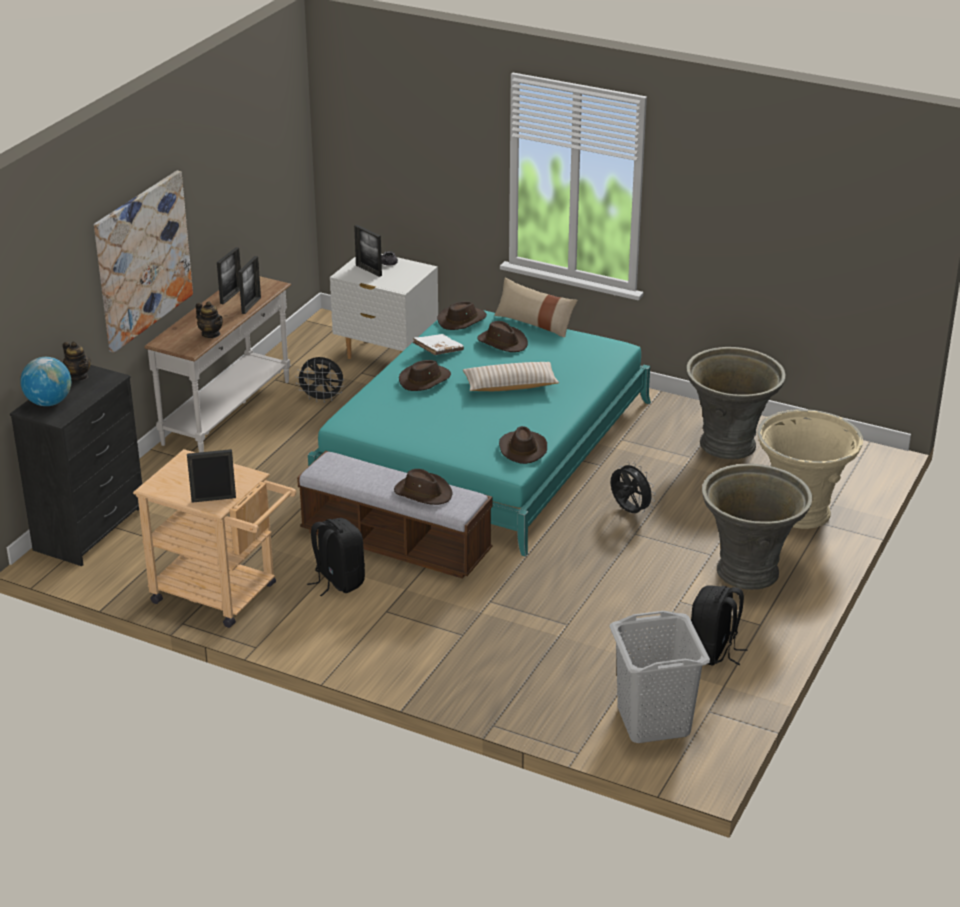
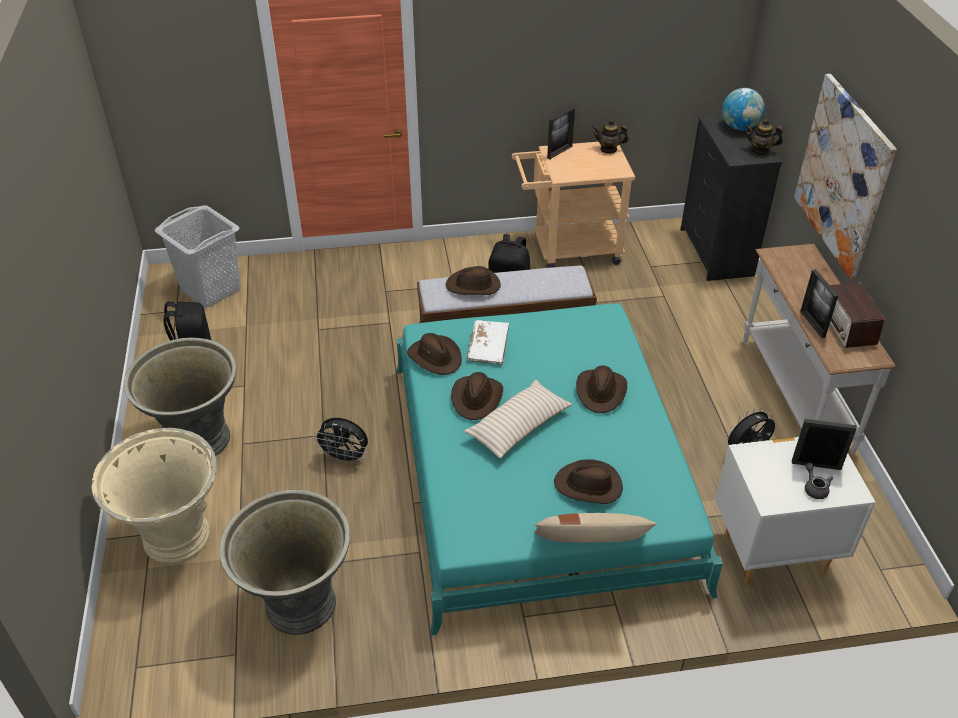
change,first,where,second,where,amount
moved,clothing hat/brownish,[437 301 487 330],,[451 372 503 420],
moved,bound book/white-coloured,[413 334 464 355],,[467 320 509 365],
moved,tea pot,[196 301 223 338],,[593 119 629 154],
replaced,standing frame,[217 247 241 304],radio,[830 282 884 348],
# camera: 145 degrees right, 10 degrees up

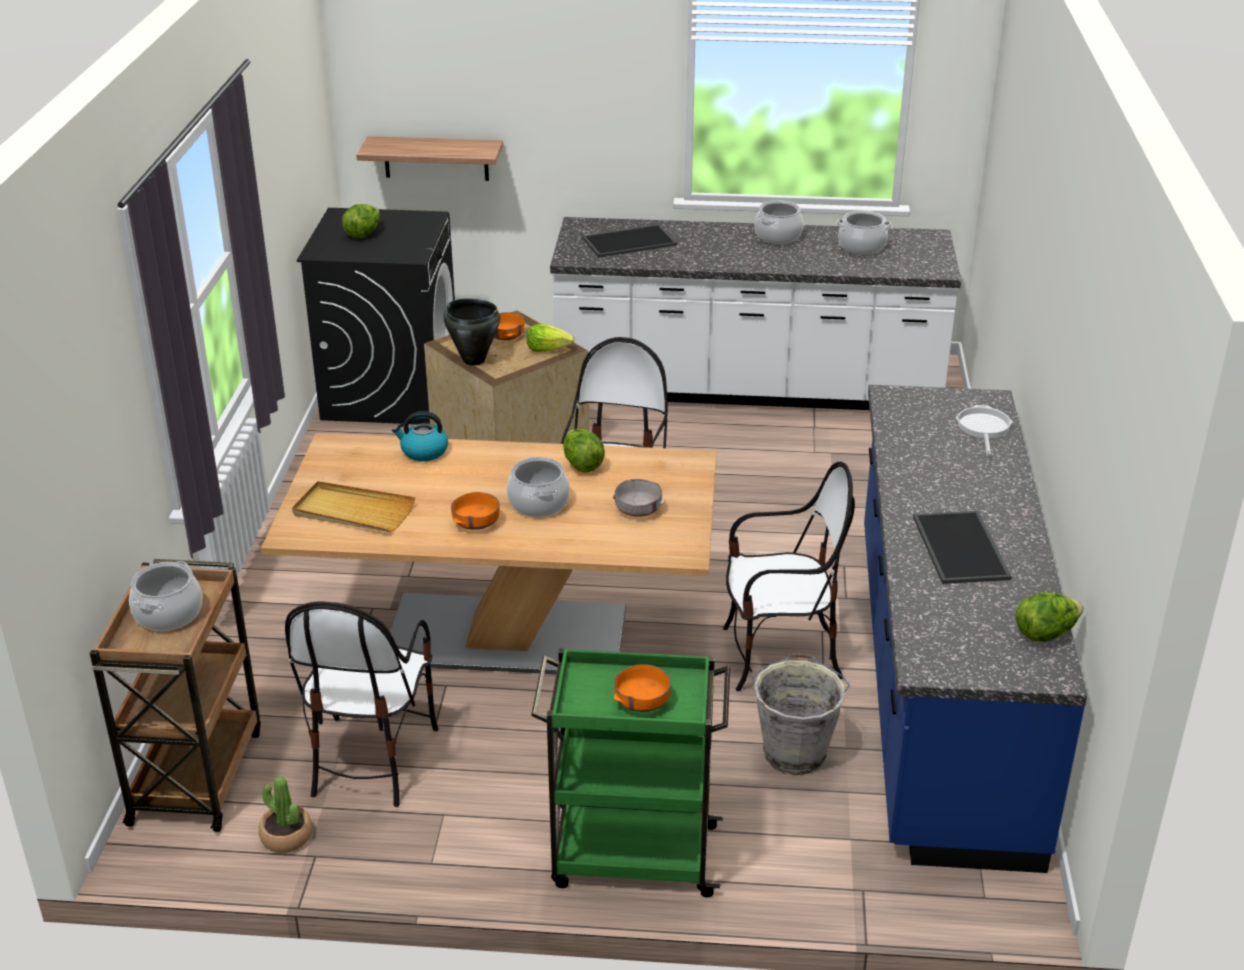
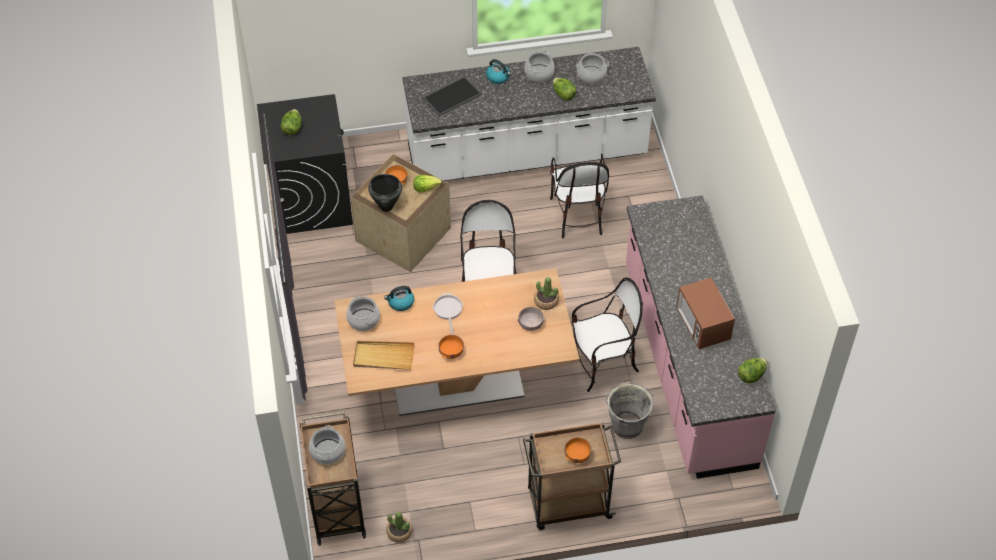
change,first,where,second,where,amount
moved,cooking pot,[507 456 570 517],,[346 296 380 331],
moved,pan,[956 405 1013 456],,[433 293 463 335],
added,,,kettle,[486 59 511 84],
recoloured,wheeled cart/green-coloured,[531 648 730 897],wheeled cart/brownish,[523 422 621 530],
added,,,potted plant,[534 277 559 310],
moved,chair,[285 601 438 807],,[550 153 609 238],
moved,lettuce,[563 429 605 473],,[553 78 576 101],
recoloured,kitchen base unit/bluish,[864 385 1087 873],kitchen base unit/pink-coloured,[626 195 776 479],
replaced,carrying tray,[913 511 1012 584],kitchen microwave,[676 277 735 349],
removed,shelf,[356 136 503 181],,,
# camera: 15 degrees left, 20 degrees up

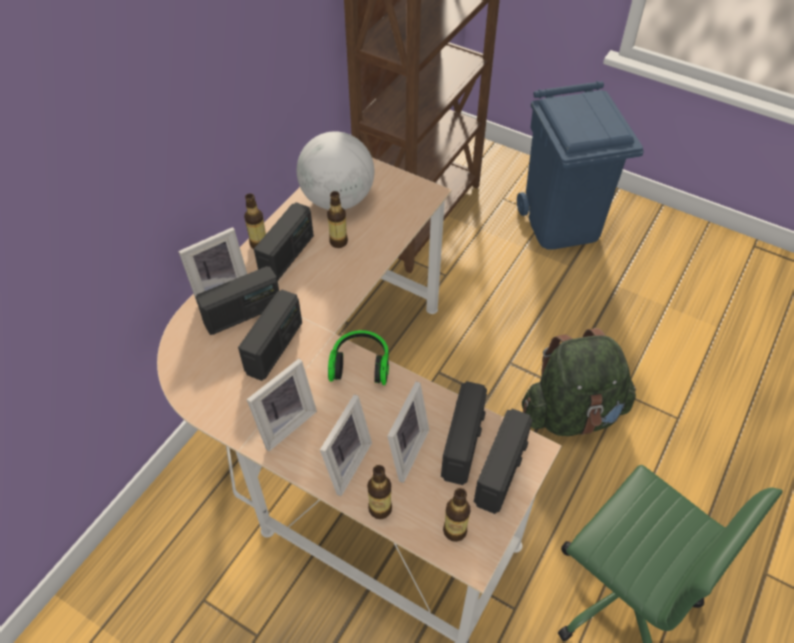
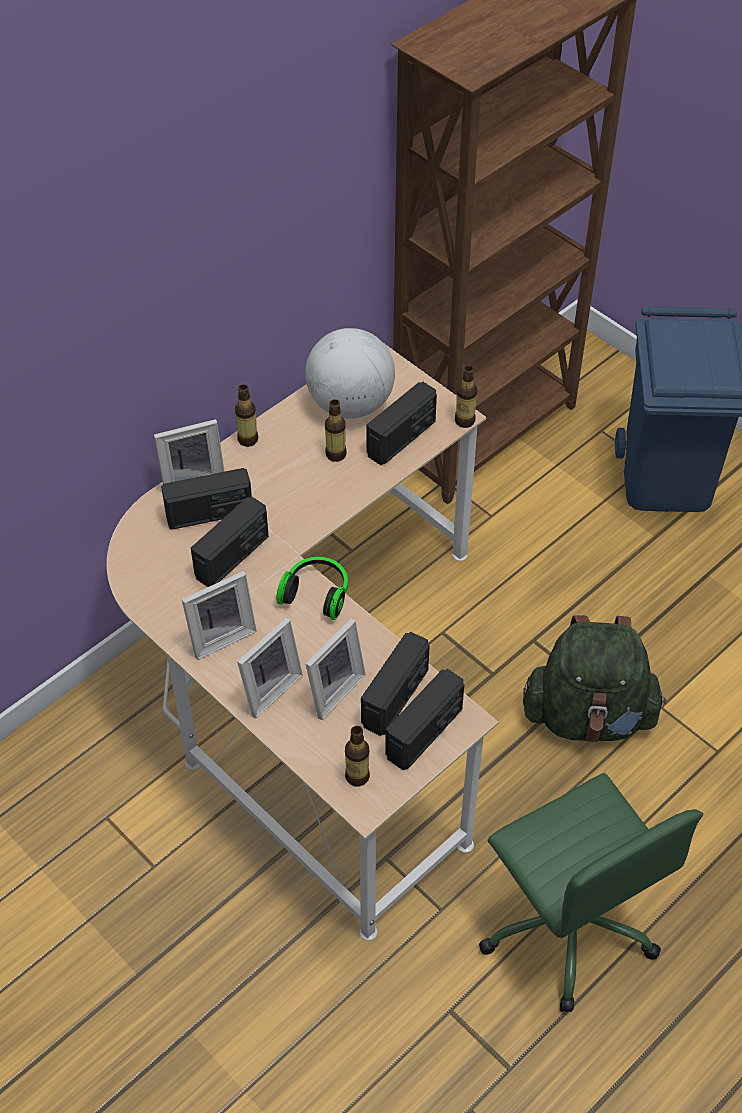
change,first,where,second,where,amount
moved,radio,[254 202 314 281],,[366 382 437 465],
moved,drink bottle,[367 465 392 519],,[455 366 477 428],
# camera: 15 degrees right, 0 degrees up

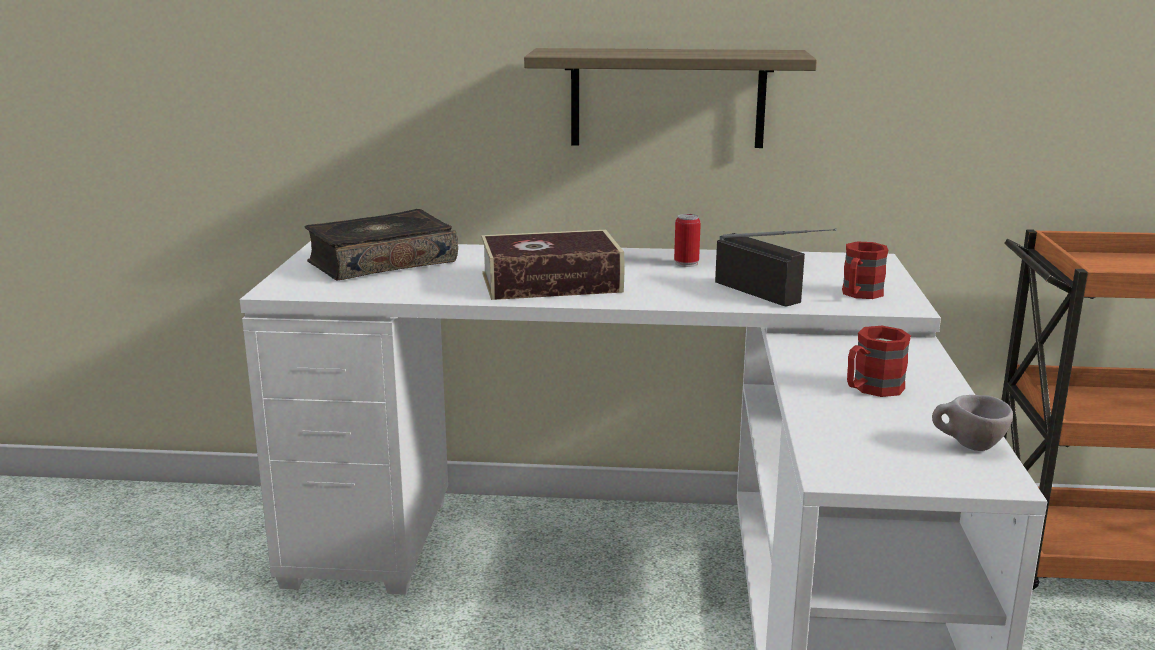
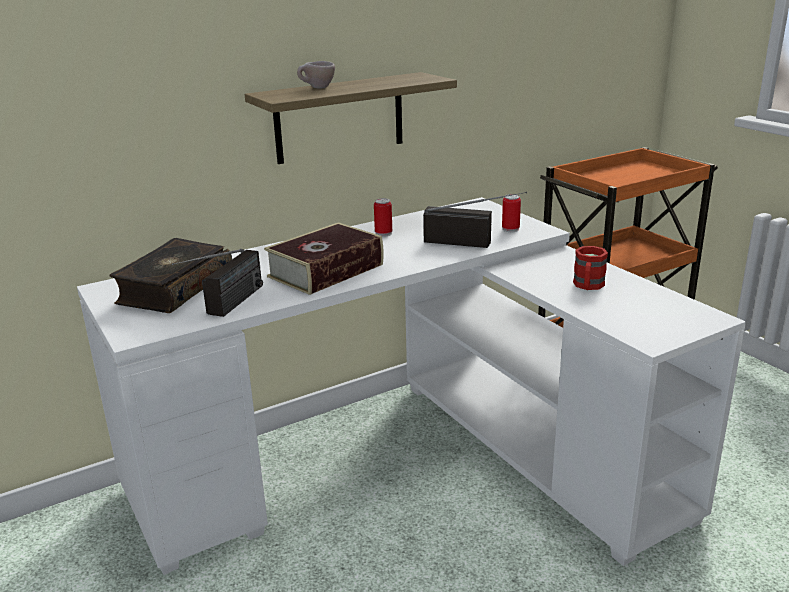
change,first,where,second,where,amount
added,,,radio,[172 249 263 317],
moved,drinking cup/beige,[932 395 1013 451],,[297 61 335 88],
replaced,tea mug/red-coloured,[842 241 888 299],can,[502 194 521 232],
# camera: 35 degrees left, 5 degrees up

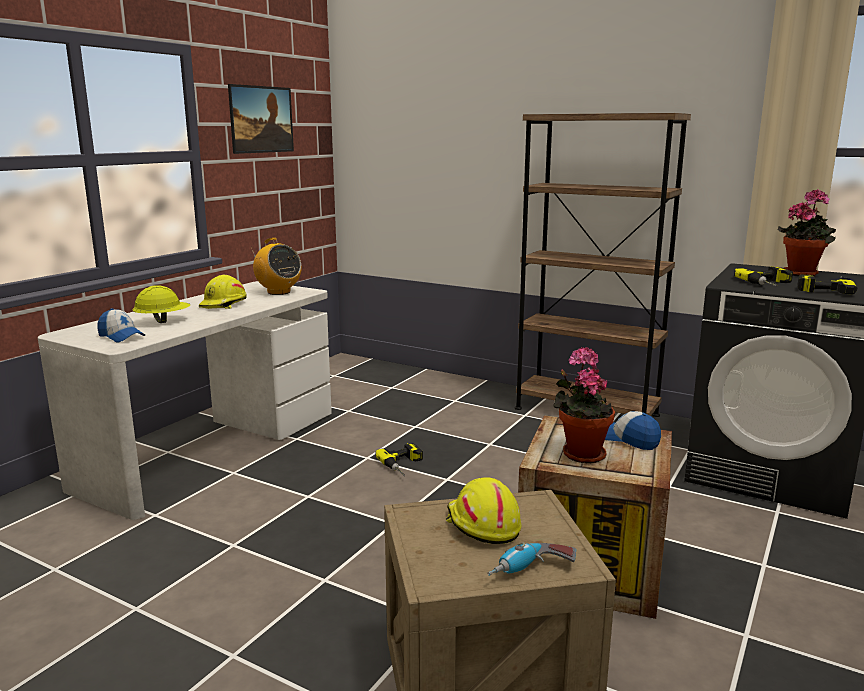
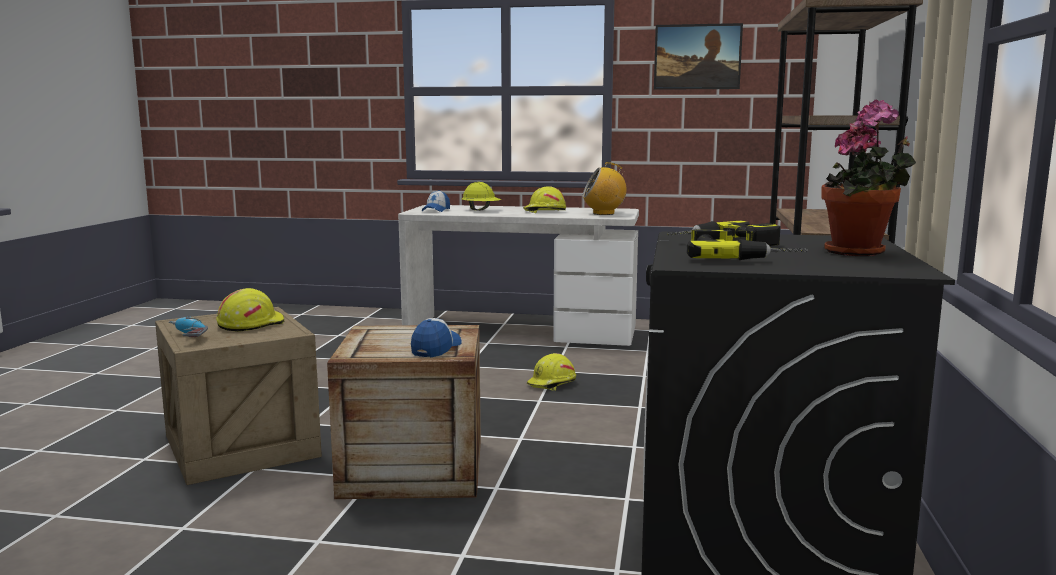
change,first,where,second,where,amount
replaced,electric drill,[375 443 423 476],work helmet/yellow,[527 353 576 391],
turned,radio,[251 238 302 295],,[582 162 627 215],60 degrees clockwise
removed,potted plant,[553 347 615 464],,,
# camera: 70 degrees right, 5 degrees down

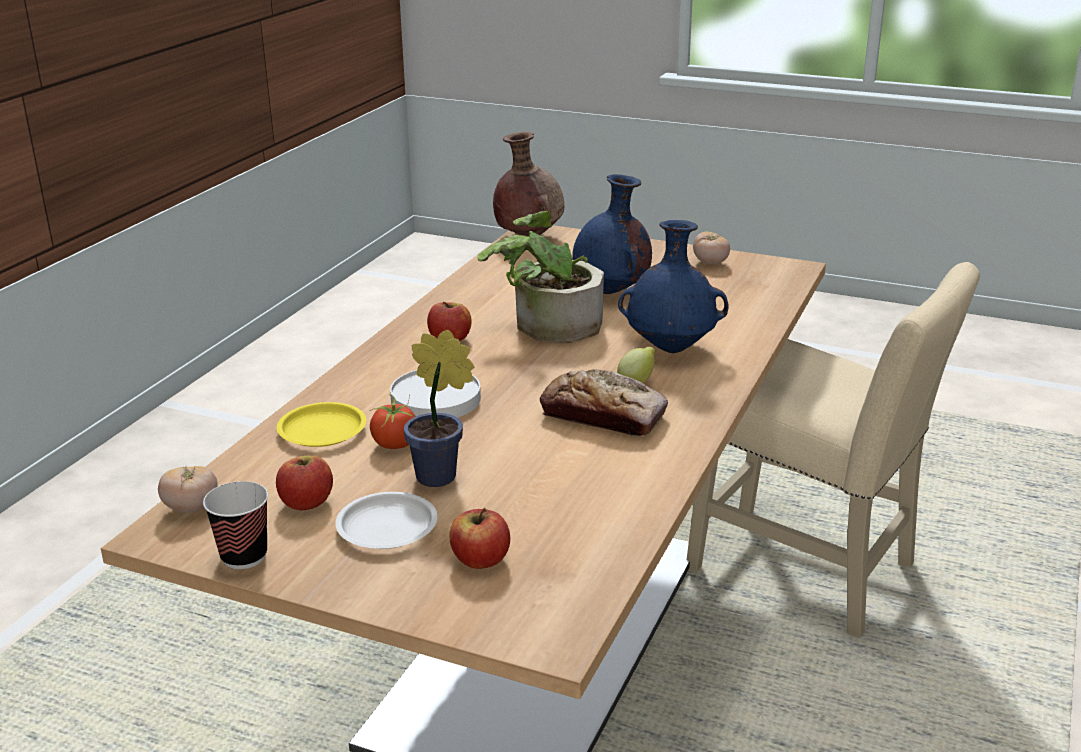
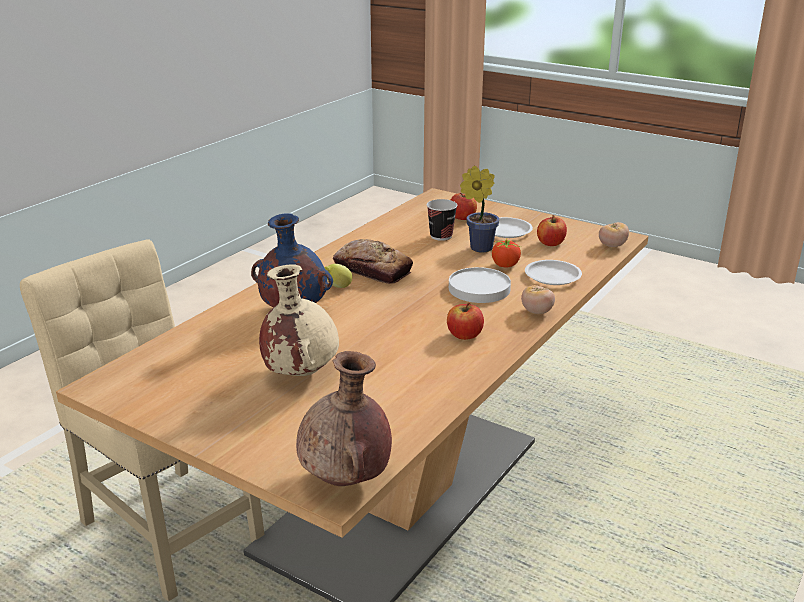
change,first,where,second,where,amount
recoloured,vase/bluish,[572 174 652 294],vase/beige,[259 264 339 376],
moved,drinking cup,[203 481 268 569],,[427 199 457 241],
moved,tomato,[693 231 730 264],,[521 285 555 314],
recoloured,flat dish/yellow,[277 402 366 447],flat dish/white-coloured,[525 260 582 285],
removed,potted plant,[478 211 604 343],,,
# camera: 170 degrees left, 0 degrees up

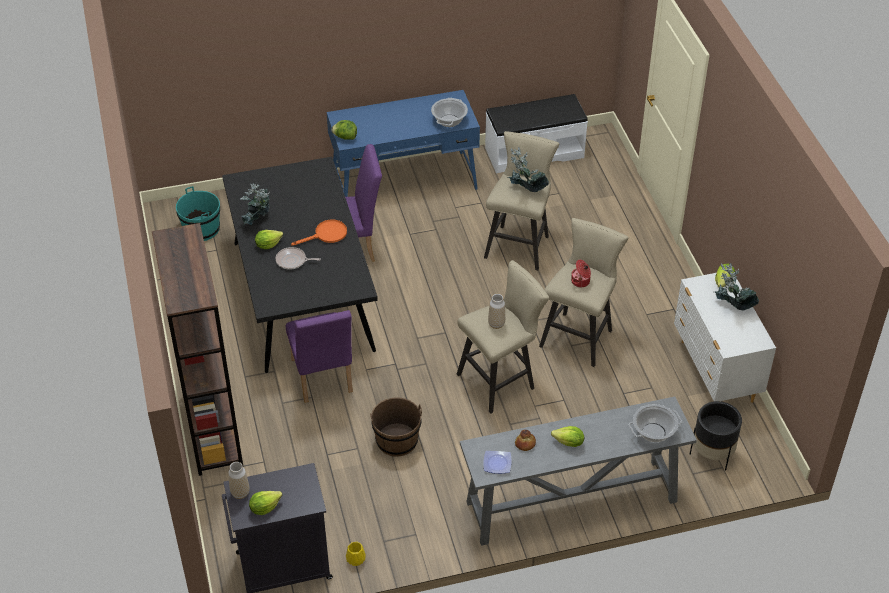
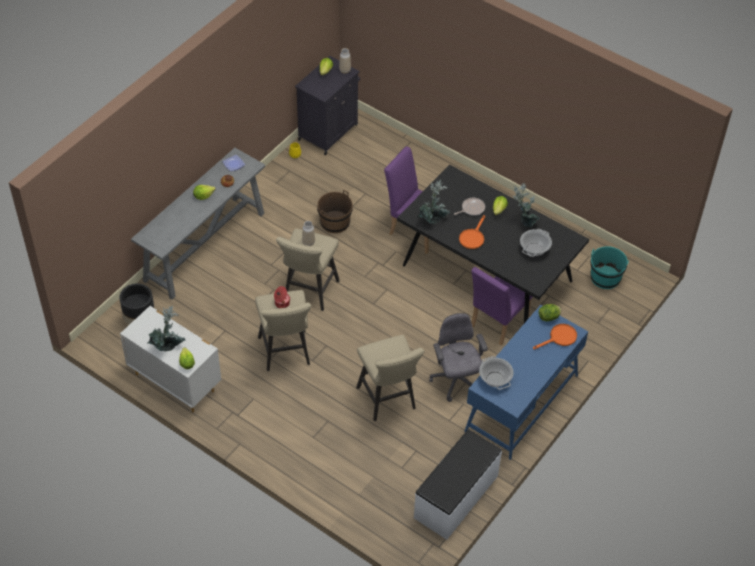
change,first,where,second,where,amount
moved,potted plant,[508 147 549 192],,[417 179 450 224],
added,,,office chair/greyish,[429 313 488 402],
moved,cooking pot,[629 404 682 442],,[520 229 552 257],
added,,,pan/orangey,[533 324 577 349],
removed,bookcase/brownish,[152 223 243 476],,,
# camera: 140 degrees right, 5 degrees up

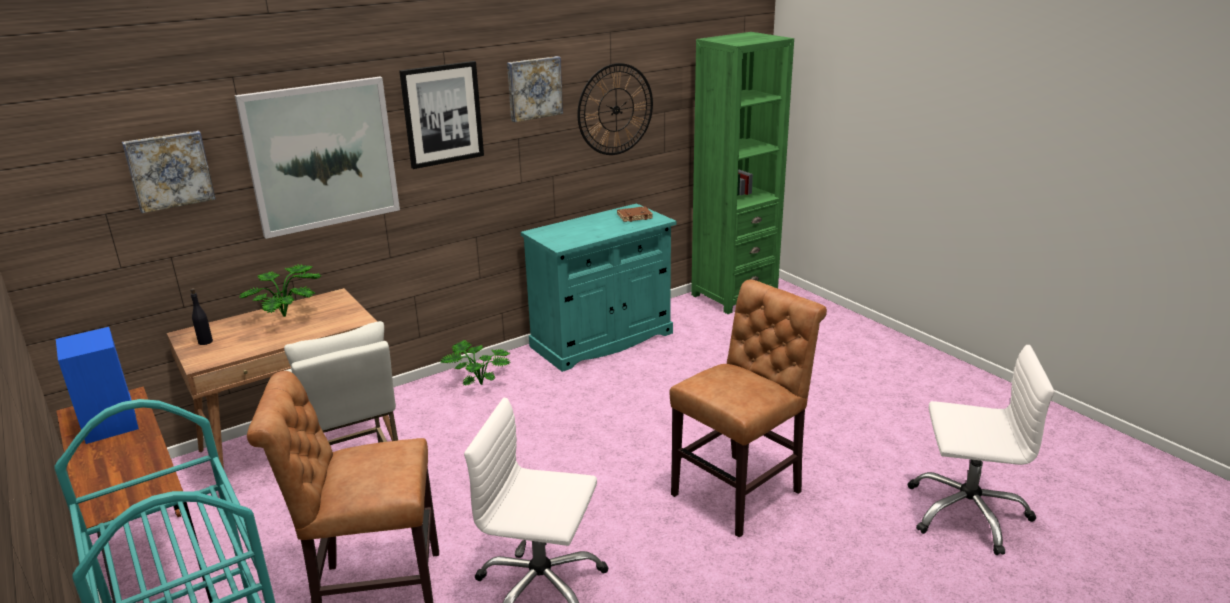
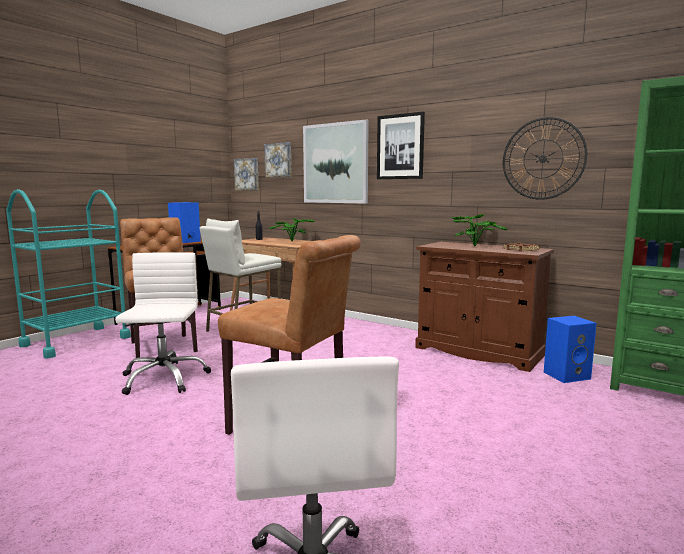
change,first,where,second,where,amount
moved,picture,[507 56 563 122],,[234 158 259 190],
recoloured,cabinet/blue-green,[521 203 677 372],cabinet/brownish,[415 242 554 372],
moved,potted plant,[440 340 510 385],,[451 214 508 246],
added,,,loudspeaker/bluish,[544 316 597 383],
# camera: 70 degrees right, 15 degrees down

